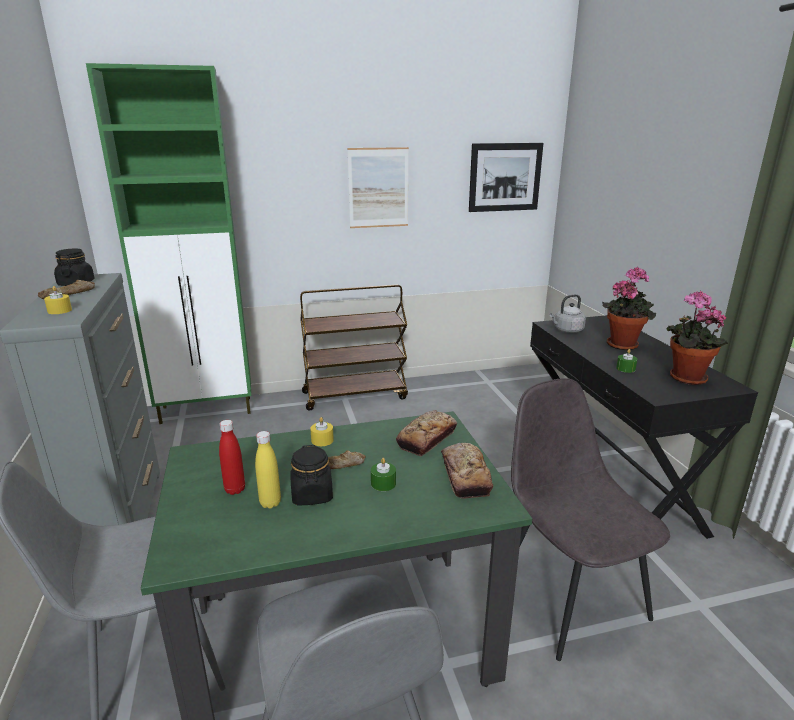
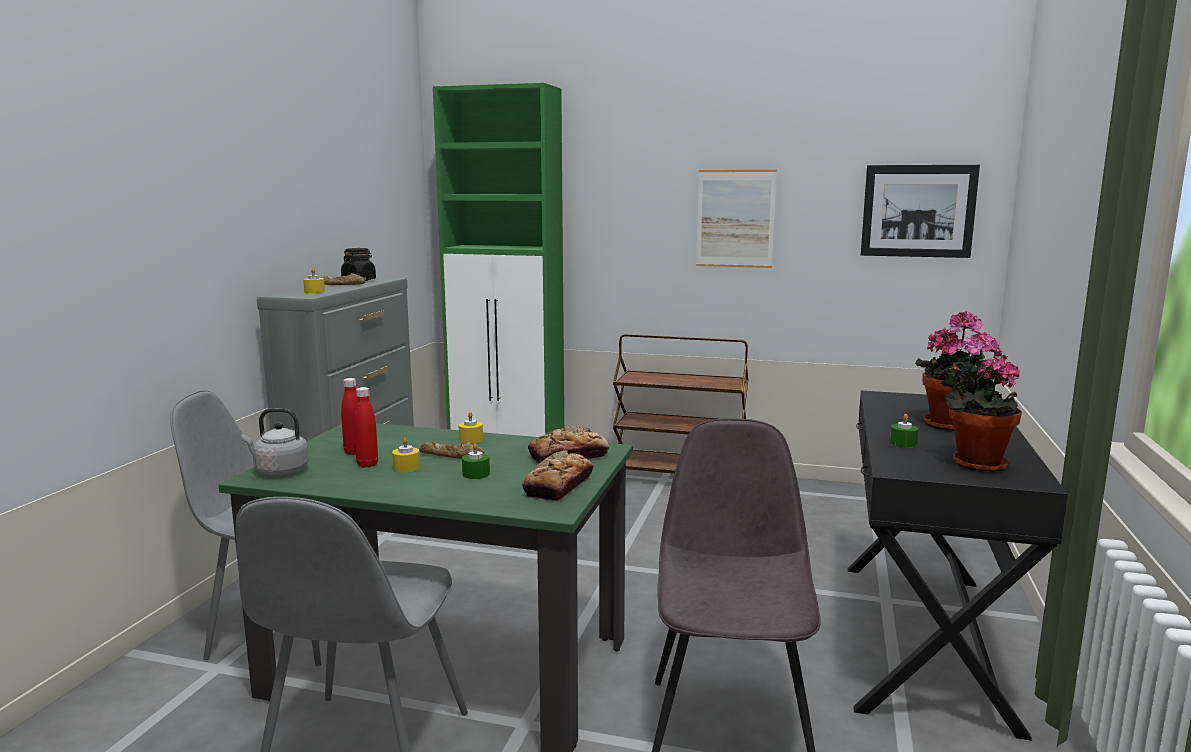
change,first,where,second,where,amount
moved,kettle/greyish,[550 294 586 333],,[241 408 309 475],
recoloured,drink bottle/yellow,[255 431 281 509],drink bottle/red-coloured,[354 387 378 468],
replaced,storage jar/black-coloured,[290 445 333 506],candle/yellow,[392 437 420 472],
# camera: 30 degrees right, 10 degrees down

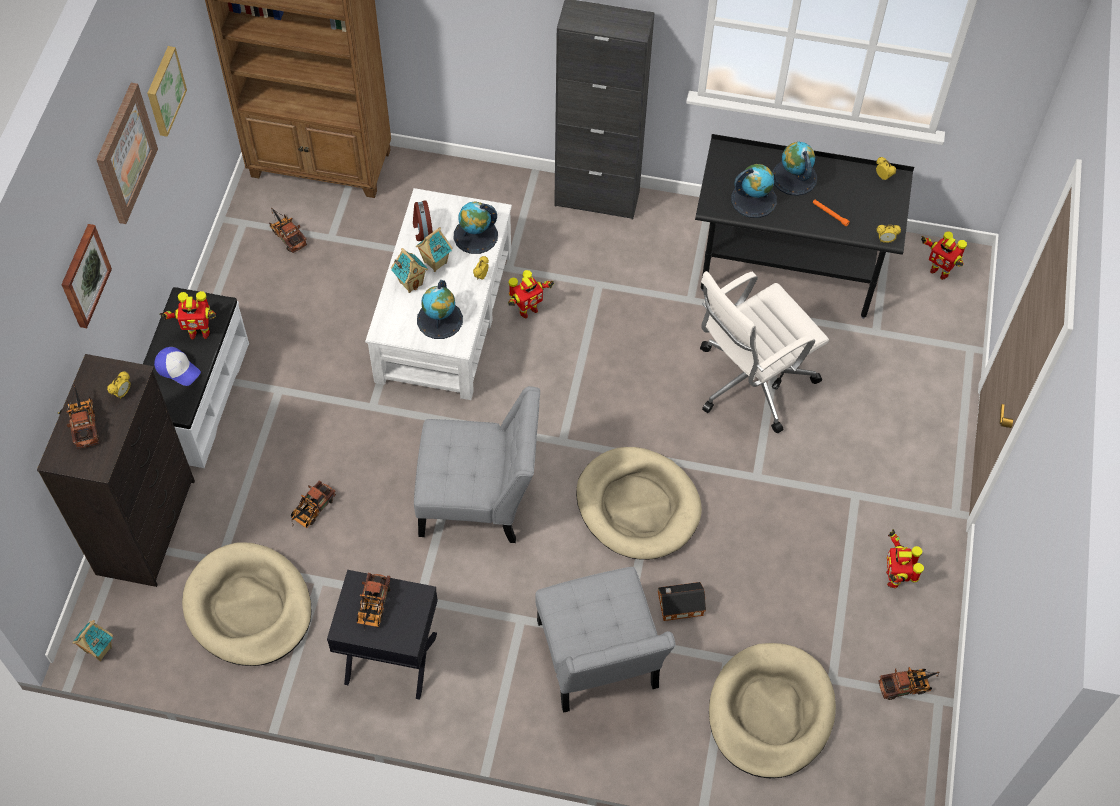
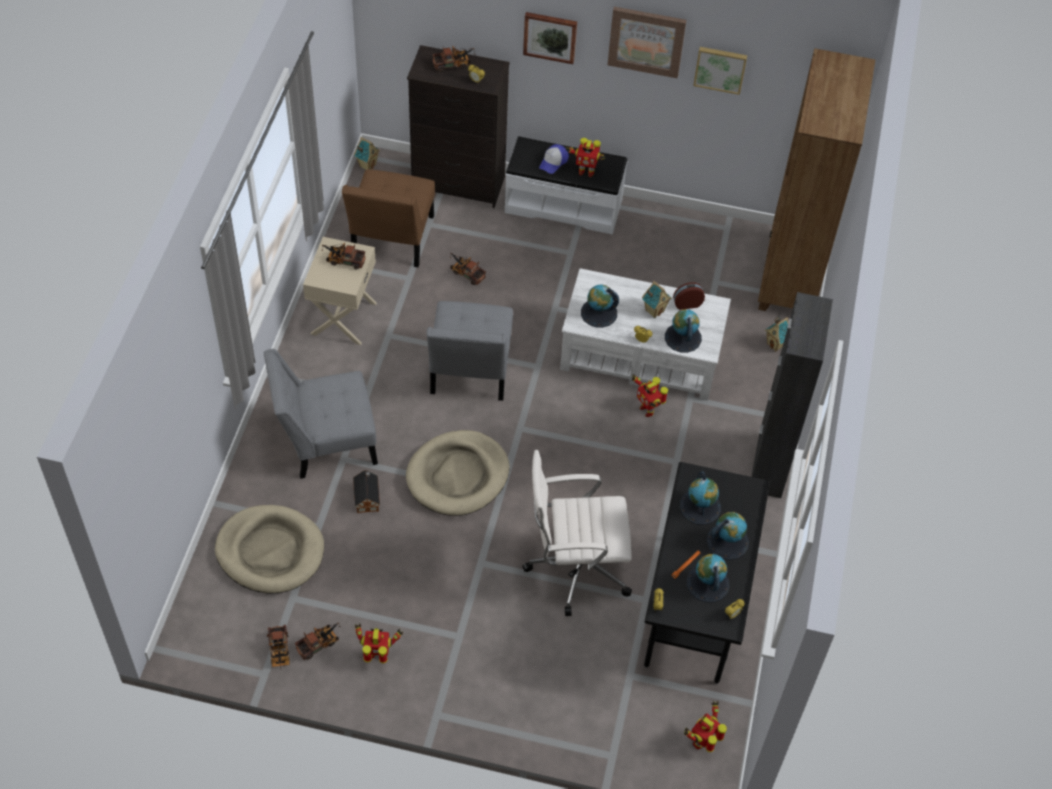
change,first,where,second,where,amount
moved,toy lorry,[269 207 307 253],,[295 622 340 660],
recoloured,bedside table/black-coloured,[327 570 438 700],bedside table/beige,[303 237 377 345],
replaced,pet bed/beige,[182 543 312 666],chair/brownish,[342 169 435 267],
turned,office chair/white-coloured,[700 271 829 434],,[522 450 632 616],60 degrees counterclockwise
turned,robot figure,[159 291 216 339],,[565 138 605 177],75 degrees counterclockwise
added,,,globe,[687 554 729 602],
moved,miniature house,[391 248 428 293],,[765 315 788 352],
# camera: 90 degrees right, 5 degrees down

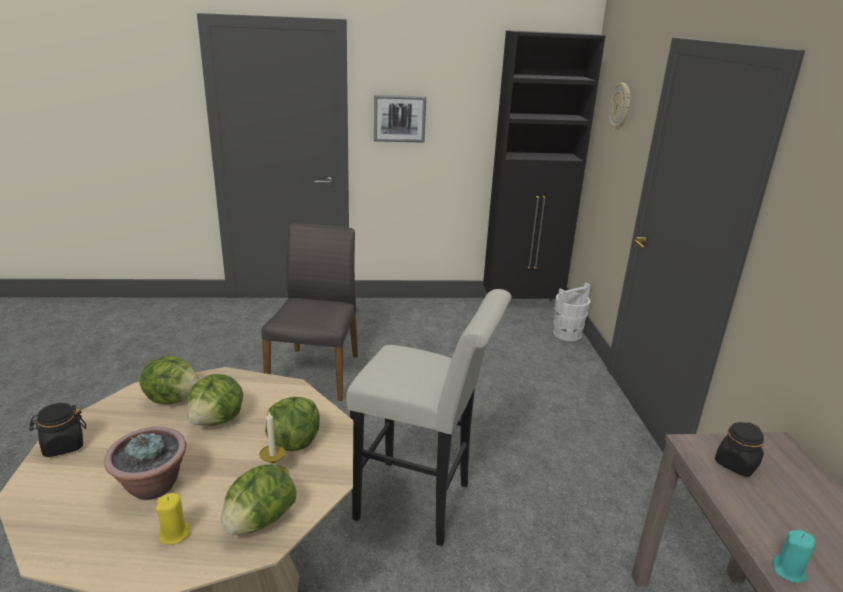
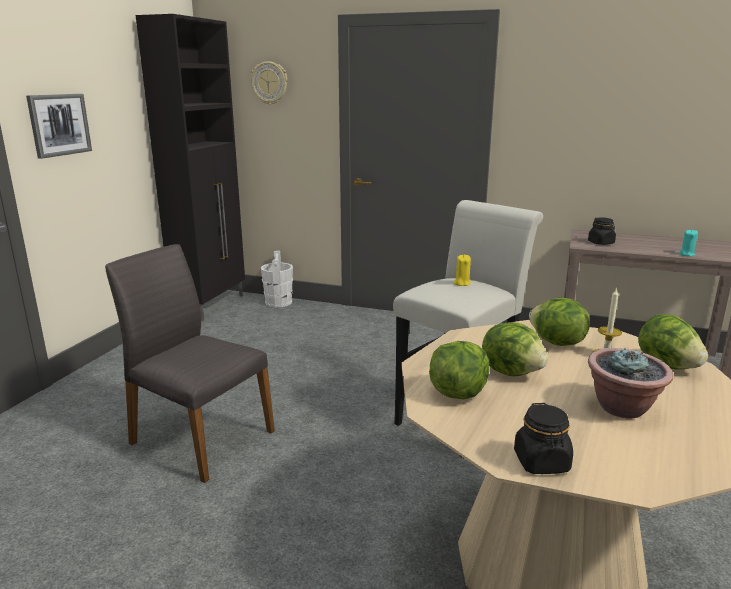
change,first,where,second,where,amount
moved,candle/yellow,[156 493 190 545],,[454 255 471 286],
# camera: 65 degrees left, 5 degrees down

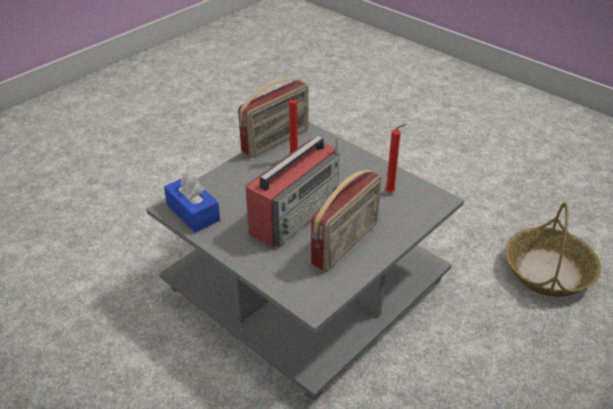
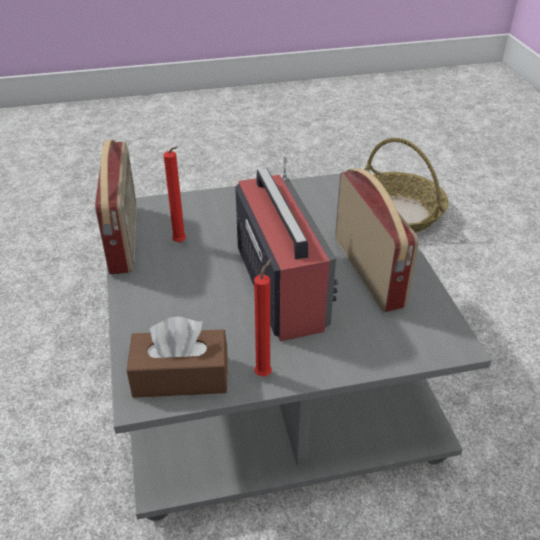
change,first,where,second,where,amount
recoloured,tissue holder/bluish,[164 173 220 233],tissue holder/brownish,[127 317 228 398],
moved,candle/red-coloured,[385 124 406 193],,[254 258 272 376],
# camera: 55 degrees left, 0 degrees up

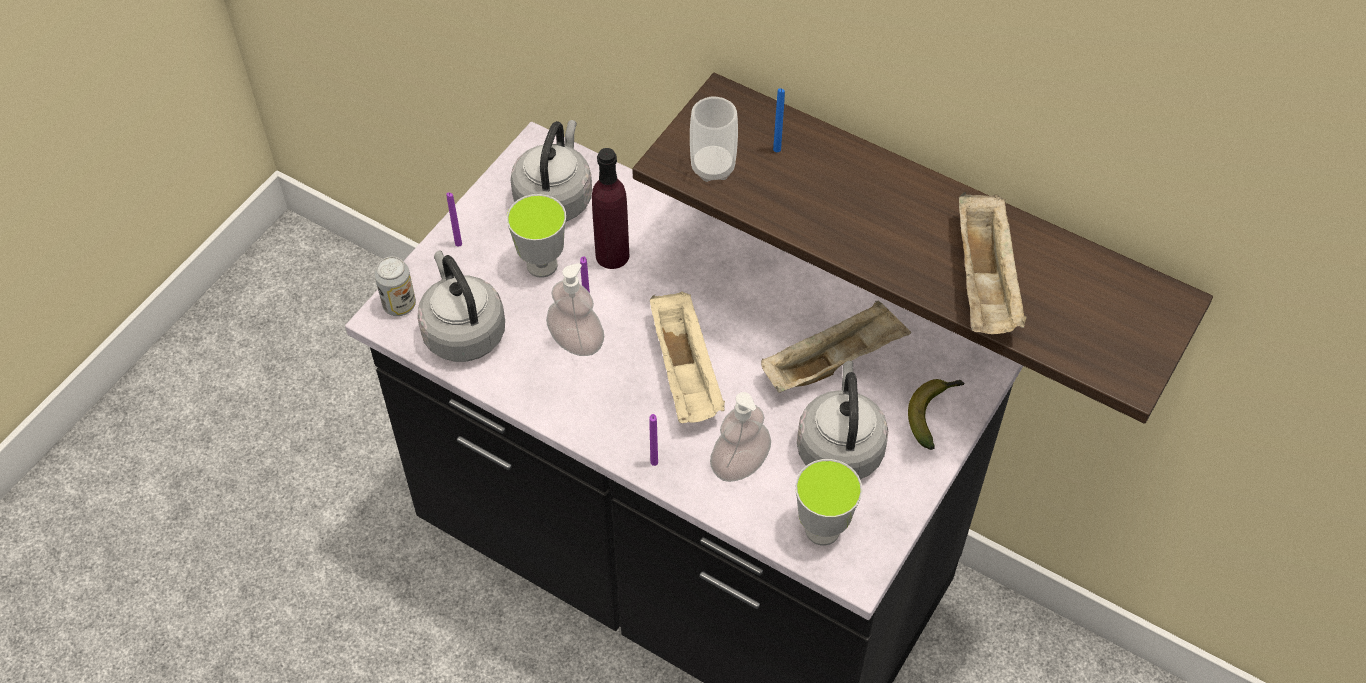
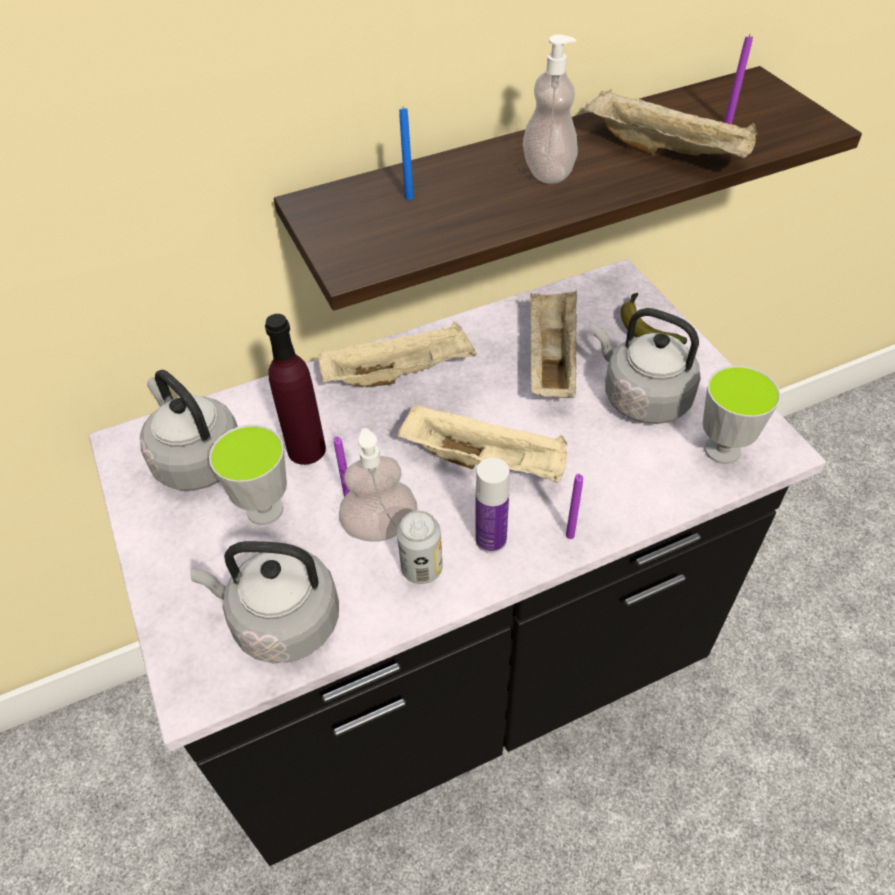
change,first,where,second,where,amount
added,,,carrying tray/beige,[318 322 477 387],
moved,can,[375 256 416 316],,[397 511 443 584],
added,,,drink bottle,[476 458 510 553],
moved,soap bottle,[710 392 771 482],,[523 35 578 184],
moved,candle/purple-coloured,[446 193 462 247],,[724 34 753 124],
removed,drinking cup,[690 96 738 182],,,
# camera: 55 degrees left, 5 degrees down

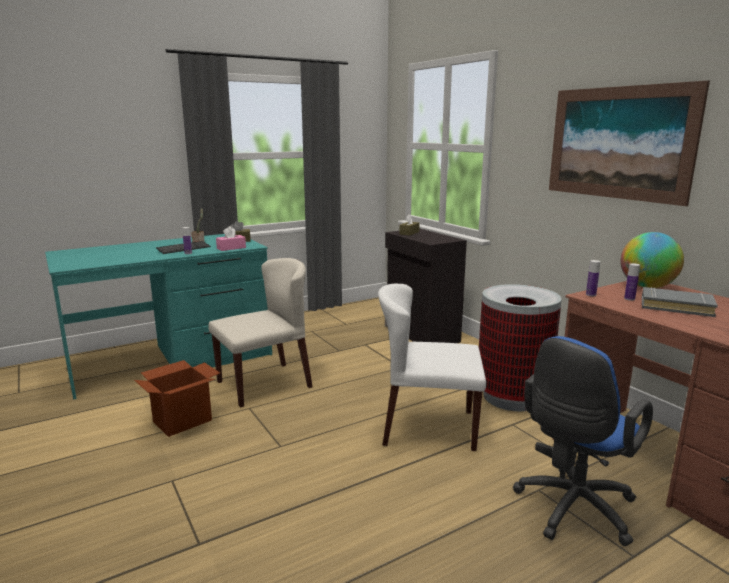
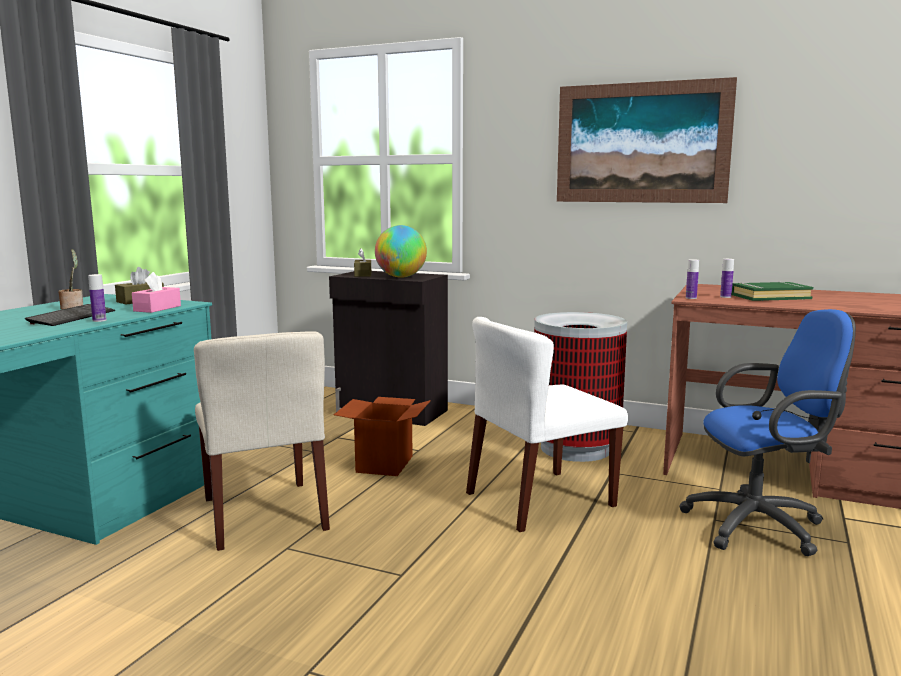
change,first,where,second,where,amount
turned,chair/beige,[208 258 313 408],,[194 331 330 551],135 degrees clockwise
moved,carton,[134 360 220 437],,[334 397 431 476],
moved,globe,[620 232 684 288],,[375 225 427 278],
turned,office chair/bluish,[513 336 653 546],,[679 309 856 556],105 degrees counterclockwise
recoloured,bound book/greyish,[642 287 718 317],bound book/green-coloured,[732 282 813 301],
# camera: 35 degrees left, 5 degrees down

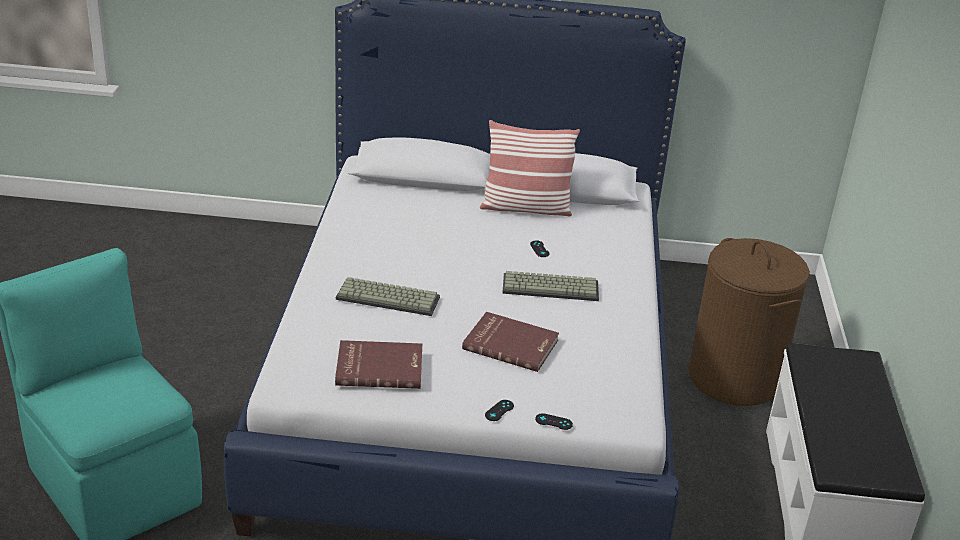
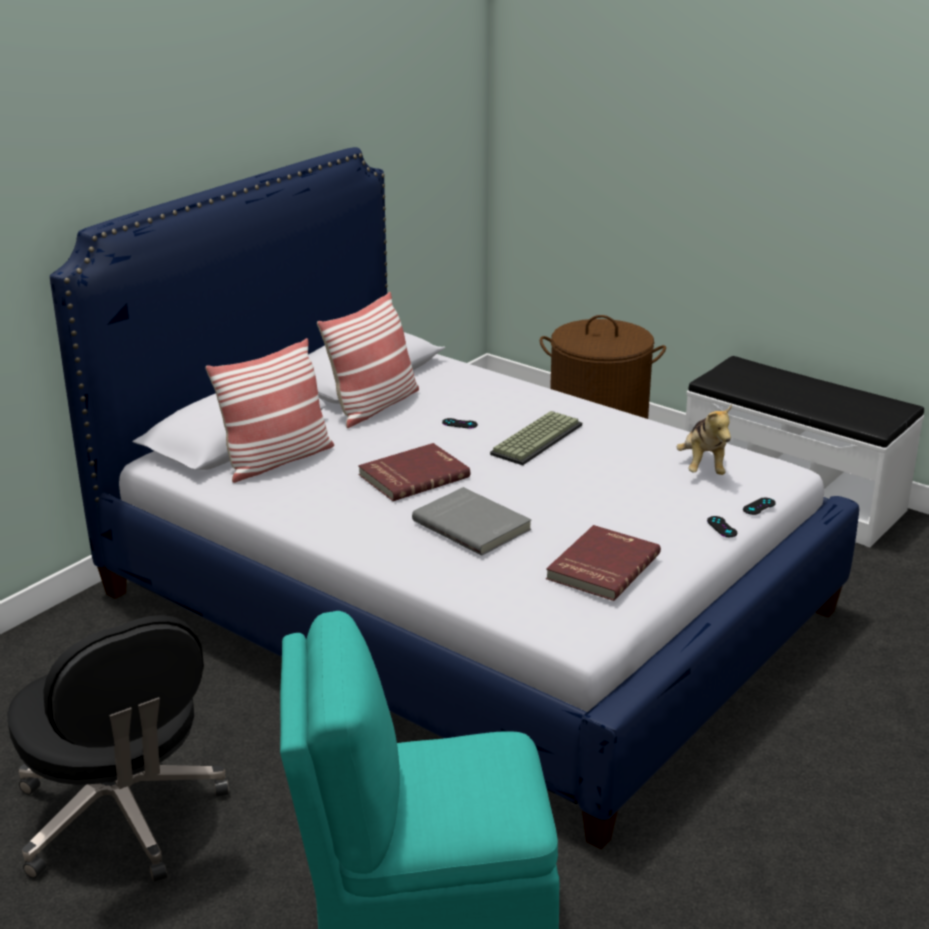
change,first,where,second,where,amount
added,,,office chair/black-coloured,[7 615 229 882],
added,,,cushion,[205 338 334 483],
moved,bound book/red-coloured,[462 312 559 372],,[358 443 470 501],
replaced,computer keyboard,[336 277 440 316],bound book/greyish,[412 487 531 556],
added,,,plush toy,[677 405 732 475],
# camera: 55 degrees left, 5 degrees down

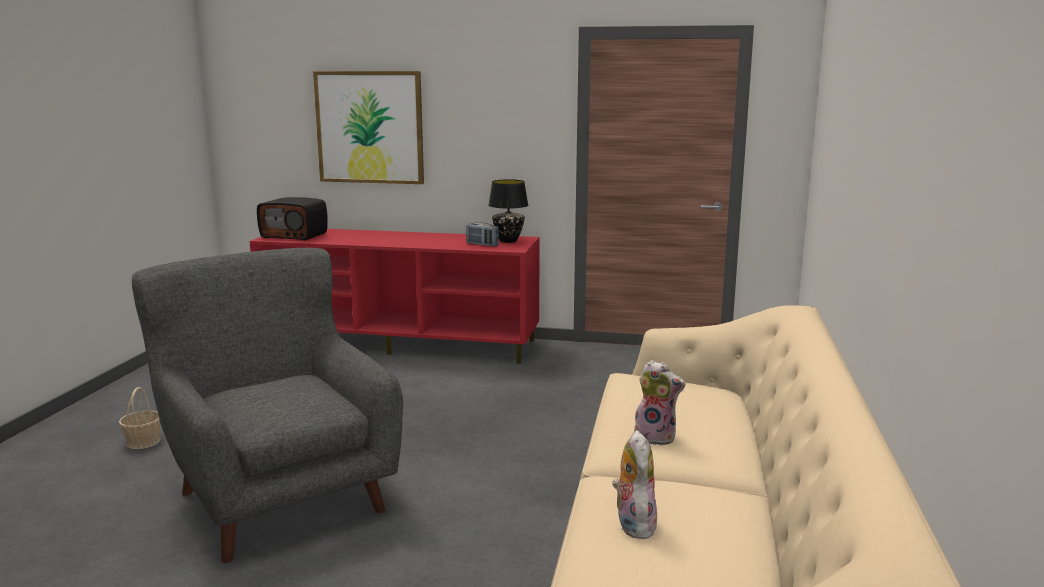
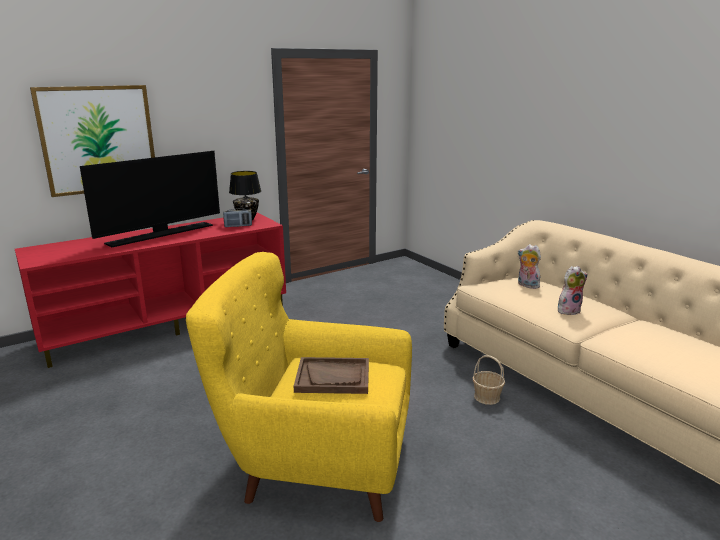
change,first,where,second,where,amount
added,,,TV,[80 151 220 247],
recoloured,armchair/greyish,[132 248 403 563],armchair/yellow,[186 252 412 522],
added,,,carrying tray/brownish,[294 357 369 394],
moved,household basket,[119 387 161 449],,[472 355 505 405],
moved,plush toy,[612 430 657 539],,[517 244 541 289],
removed,radio,[257 197 328 241],,,
# camera: 45 degrees left, 5 degrees up

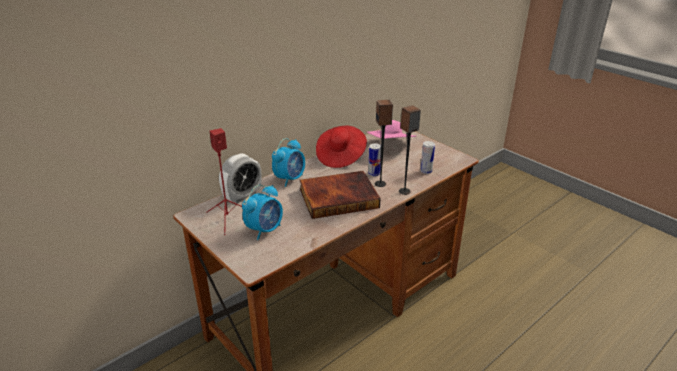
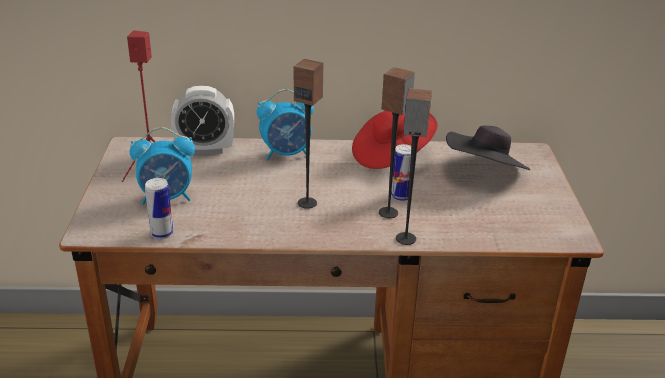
change,first,where,second,where,amount
moved,can,[420 141 435 174],,[145 178 173 239],
replaced,bound book,[300 171 381 219],loudspeaker,[294 59 324 209],
recoloured,clothing hat/pink-coloured,[367 120 416 139],clothing hat/black-coloured,[446 126 530 170],
# camera: 40 degrees right, 0 degrees up

